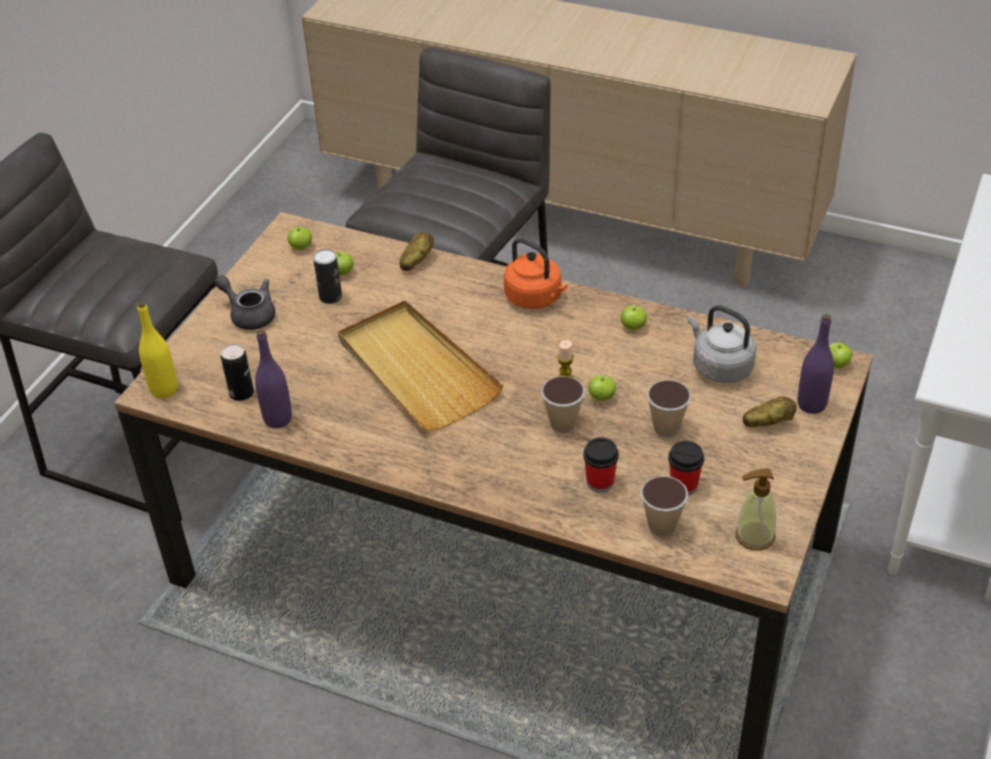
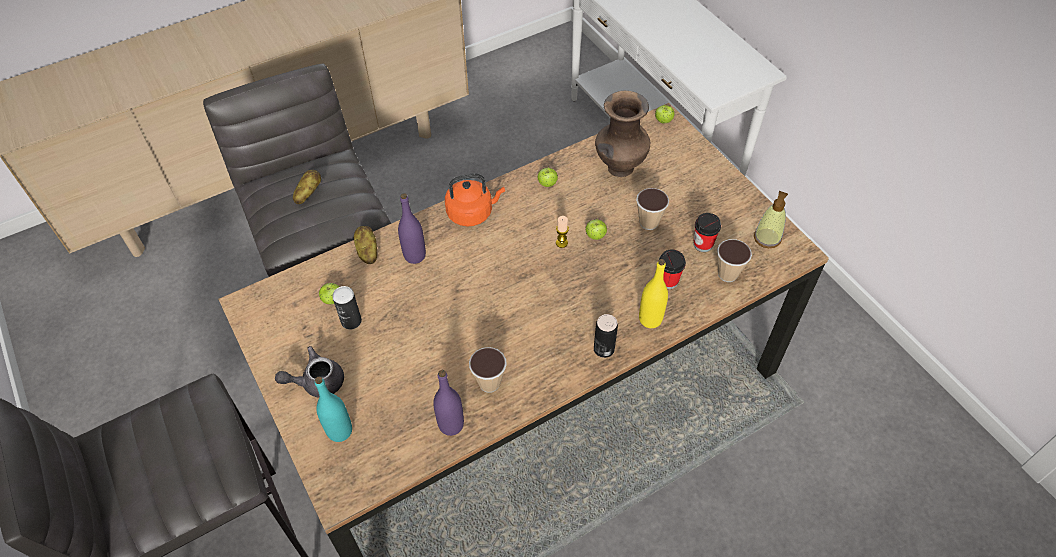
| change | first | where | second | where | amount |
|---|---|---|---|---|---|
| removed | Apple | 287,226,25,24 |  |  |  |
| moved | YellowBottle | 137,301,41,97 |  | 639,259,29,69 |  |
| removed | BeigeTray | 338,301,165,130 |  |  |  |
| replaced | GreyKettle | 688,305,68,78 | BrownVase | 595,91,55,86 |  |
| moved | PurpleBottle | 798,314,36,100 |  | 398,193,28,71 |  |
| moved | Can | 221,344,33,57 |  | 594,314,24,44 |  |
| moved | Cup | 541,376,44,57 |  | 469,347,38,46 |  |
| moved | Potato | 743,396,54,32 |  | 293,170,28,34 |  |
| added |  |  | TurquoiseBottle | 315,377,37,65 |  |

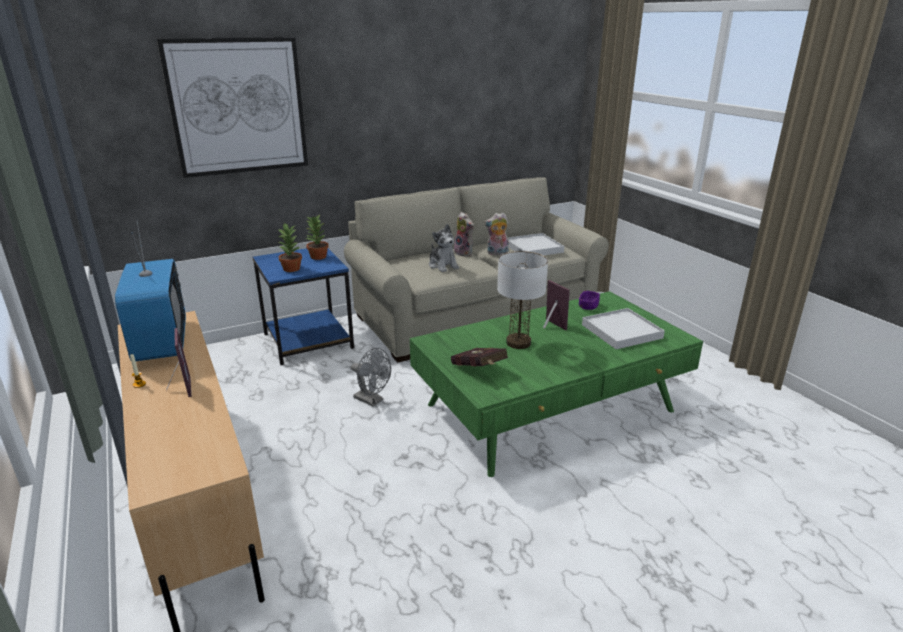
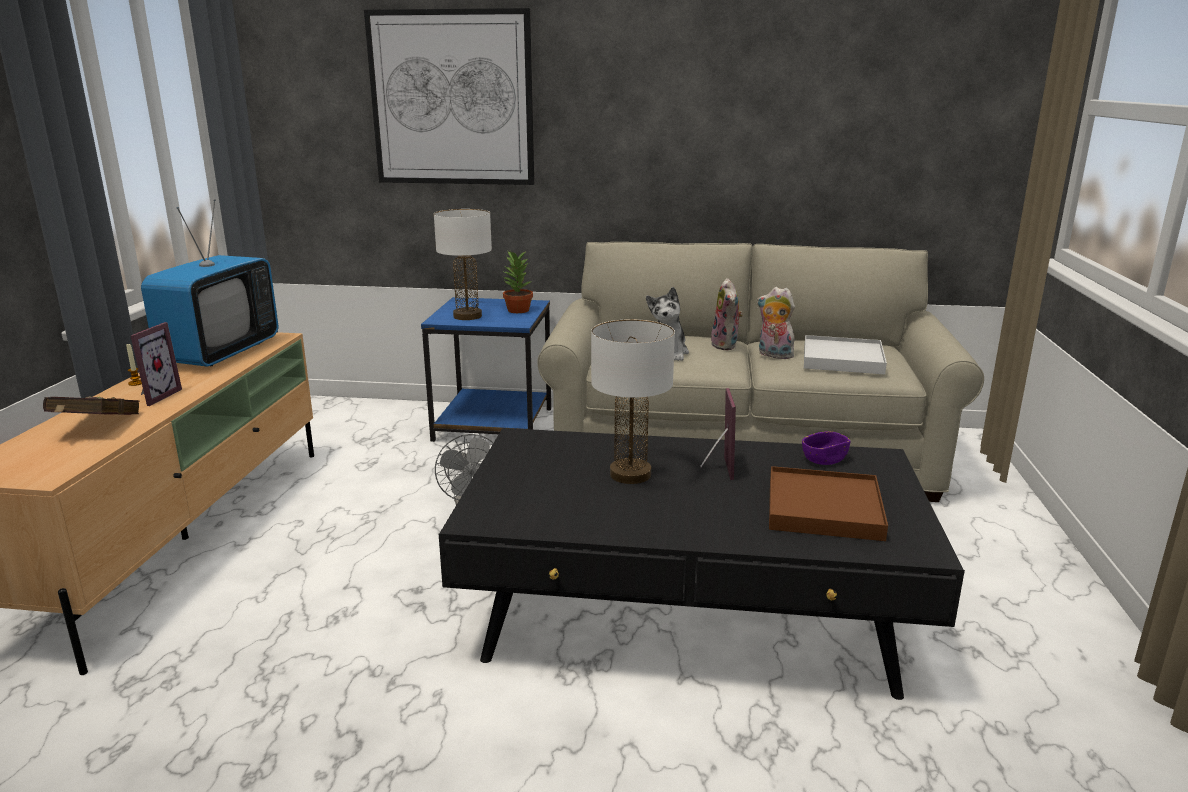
| change | first | where | second | where | amount |
|---|---|---|---|---|---|
| replaced | PottedPlant | 278,223,24,49 | TableLamp | 434,209,58,111 |  |
| recoloured | GreenCoffeeTable | 410,291,293,186 | BlackCoffeeTable | 439,428,526,272 |  |
| recoloured | WhiteTray | 582,308,83,41 | BrownTray | 769,466,119,75 |  |
| moved | RedBook | 451,348,57,18 |  | 43,396,96,19 |  |

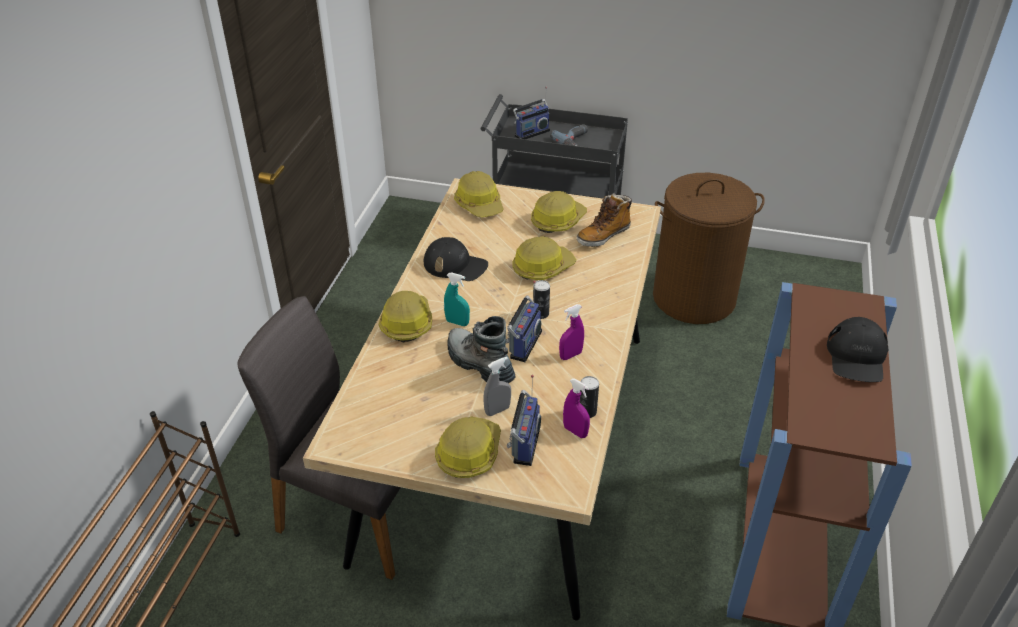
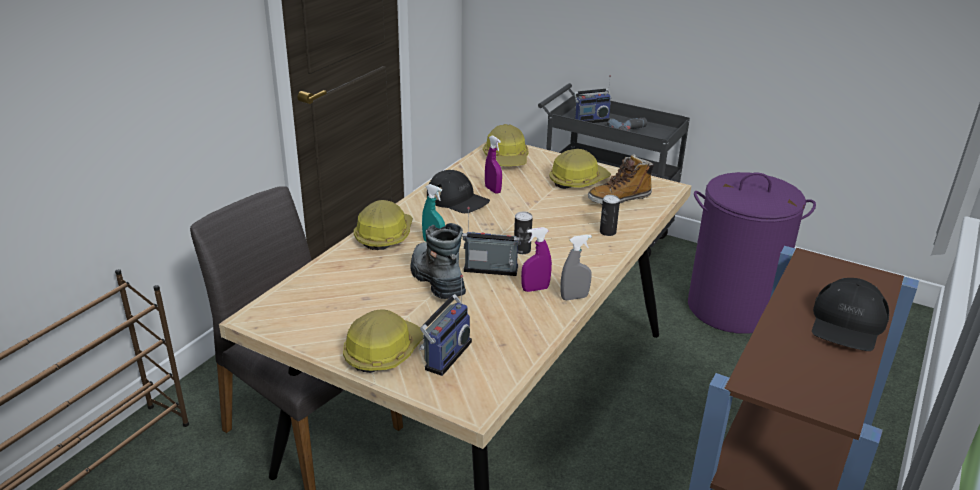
| change | first | where | second | where | amount |
|---|---|---|---|---|---|
| recoloured | BrownLaundryBasket | 653,173,112,151 | PurpleLaundryBasket | 688,172,128,162 |  |
| removed | HardHat | 512,236,65,44 |  |  |  |
| turned | Radio | 506,281,36,81 |  | 462,207,59,69 | 120 degrees counterclockwise |
| moved | GreySprayBottle | 483,357,28,59 |  | 560,235,32,65 |  |
| moved | Can | 580,376,19,42 |  | 600,195,20,41 |  |
| moved | PurpleSprayBottle | 563,379,27,59 |  | 485,135,17,59 |  |

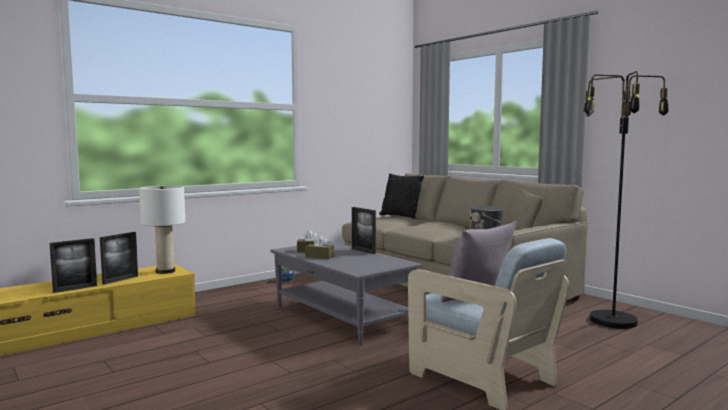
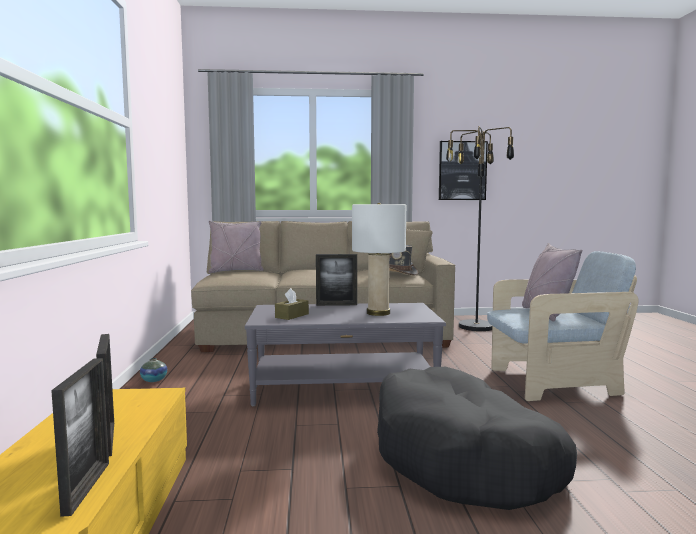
| change | first | where | second | where | amount |
|---|---|---|---|---|---|
| recoloured | BlackPillow | 379,173,45,46 | PurplePillow | 209,221,55,52 |  |
| moved | WhiteTableLamp | 139,186,46,88 |  | 352,203,54,113 |  |
| removed | BrownTissueBox | 305,235,29,24 |  |  |  |
| added |  |  | Picture | 439,141,49,59 |  |
| added |  |  | BlackDogBed | 377,367,200,143 |  |

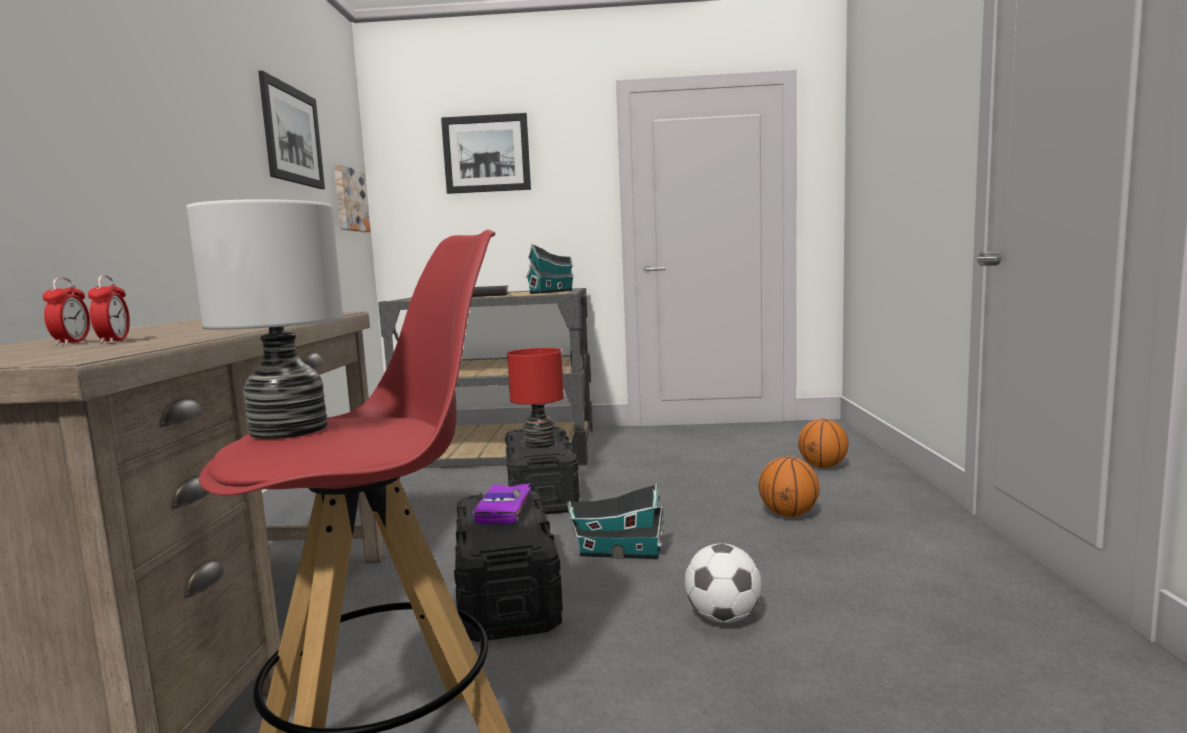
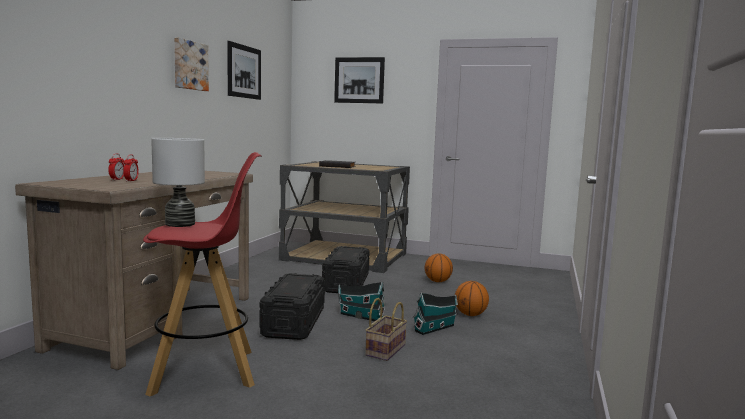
| change | first | where | second | where | amount |
|---|---|---|---|---|---|
| moved | Picture | 334,164,36,68 |  | 174,38,35,53 |  |
| moved | ToyHouse | 526,243,49,51 |  | 413,293,45,42 |  |
| removed | RedTableLamp | 507,348,57,100 |  |  |  |
| moved | Basketball | 798,419,51,49 |  | 425,254,28,28 |  |
| removed | PurpleToyCar | 473,484,58,40 |  |  |  |
| replaced | Football | 685,543,77,80 | Basket | 365,298,42,63 |  |

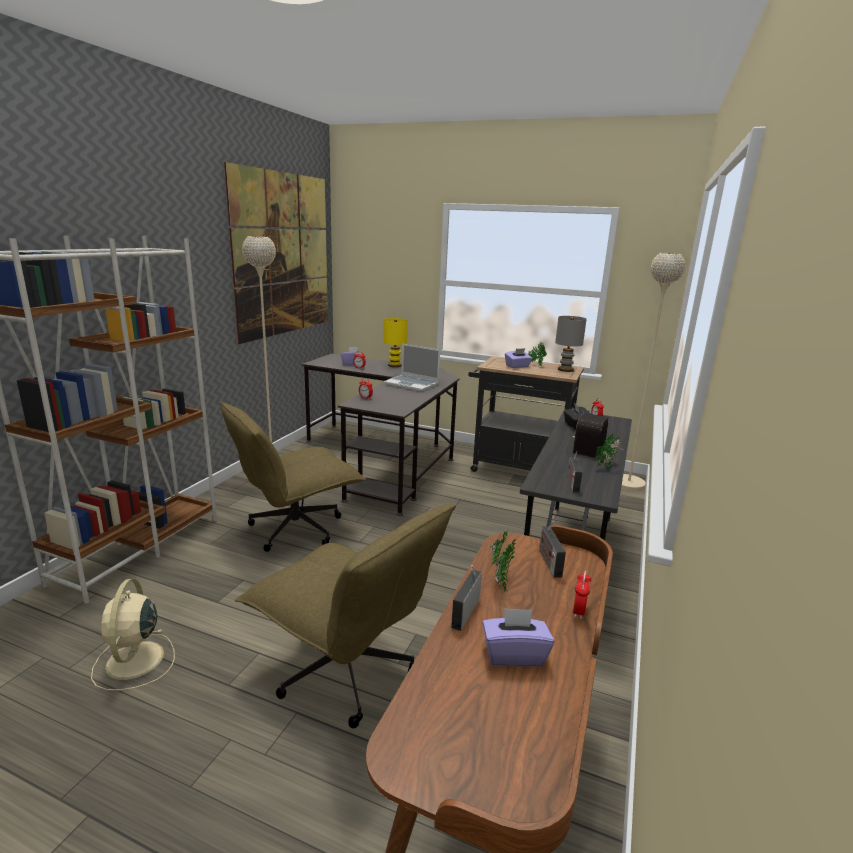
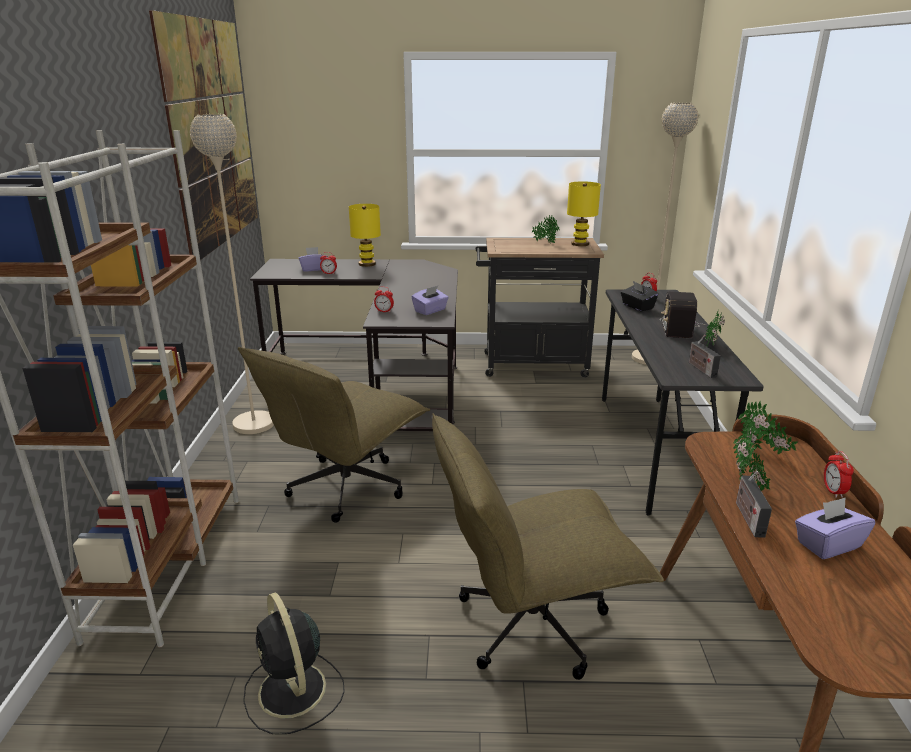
| change | first | where | second | where | amount |
|---|---|---|---|---|---|
| recoloured | GreyTableLamp | 555,316,32,56 | YellowTableLamp | 567,181,34,65 |  |
| removed | Laptop | 384,344,56,48 |  |  |  |
| moved | PurpleTissueBox | 505,348,27,20 |  | 412,286,37,29 |  |
| turned | BeigeOfficeChair | 235,504,221,224 |  | 432,413,232,267 | 150 degrees clockwise |
| replaced | Radio | 539,521,27,57 | PottedPlant | 738,401,60,54 |  |
| recoloured | BeigeFan | 91,579,84,112 | BlackFan | 243,593,102,142 |  |

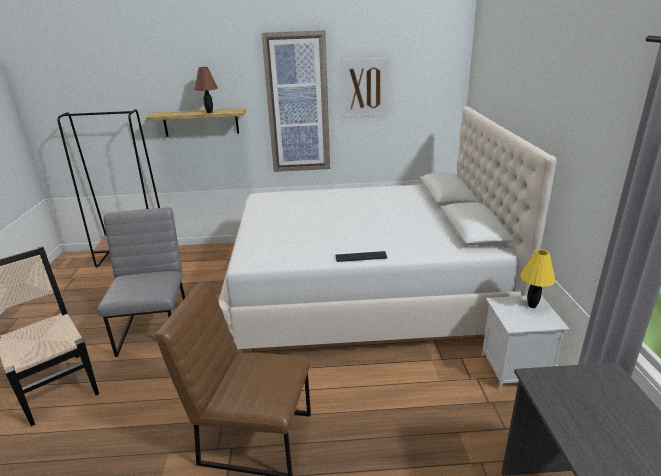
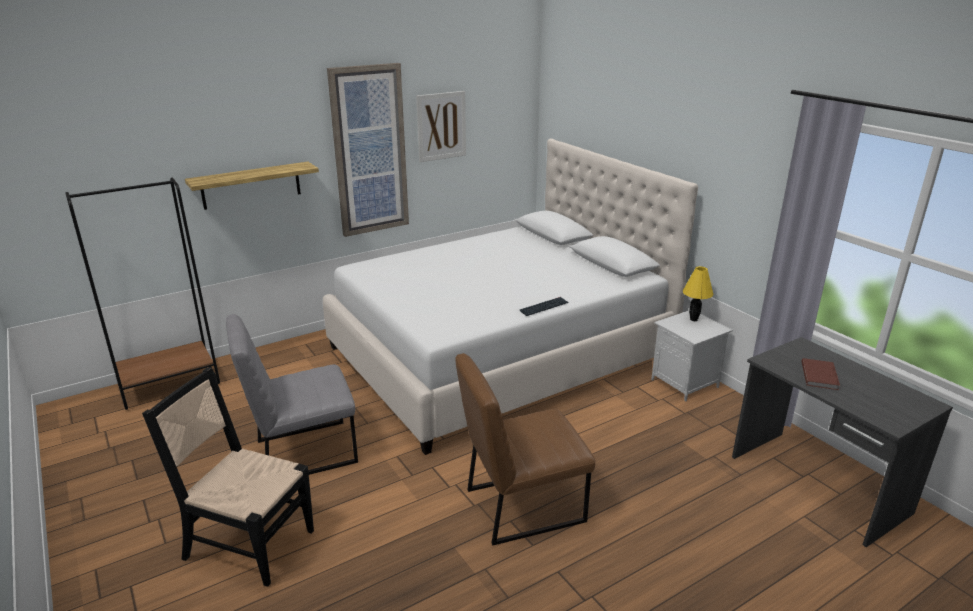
| change | first | where | second | where | amount |
|---|---|---|---|---|---|
| removed | BrownTableLamp | 195,67,23,46 |  |  |  |
| turned | GreyChair | 97,207,88,150 |  | 226,314,132,161 | 75 degrees counterclockwise |
| added |  |  | BrownBook | 801,358,39,32 |  |

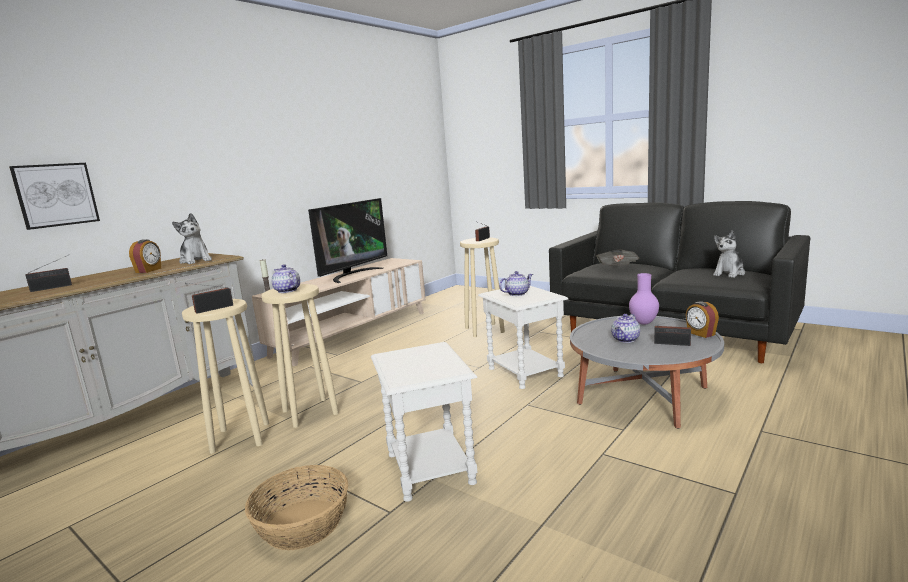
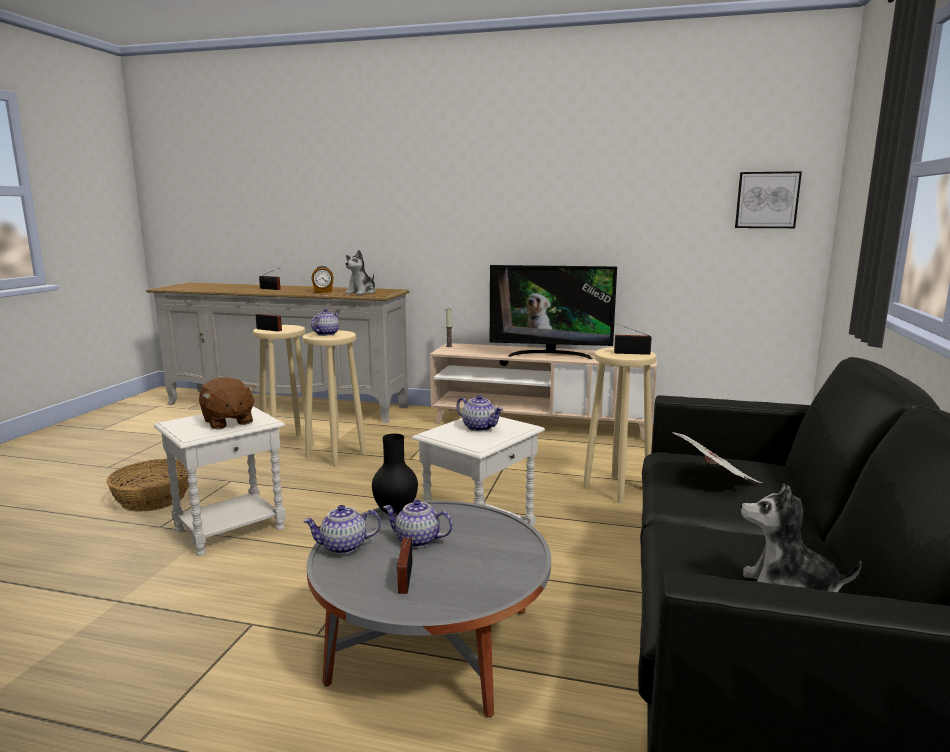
| change | first | where | second | where | amount |
|---|---|---|---|---|---|
| moved | Picture | 9,163,91,67 |  | 735,171,67,57 |  |
| removed | PurpleVase | 629,273,30,52 |  |  |  |
| removed | AlarmClock | 686,301,33,37 |  |  |  |
| added |  |  | BrownPlushToy | 199,377,57,52 |  |
| added |  |  | BlackVase | 372,434,46,81 |  |
| added |  |  | Teapot | 303,505,78,49 |  |

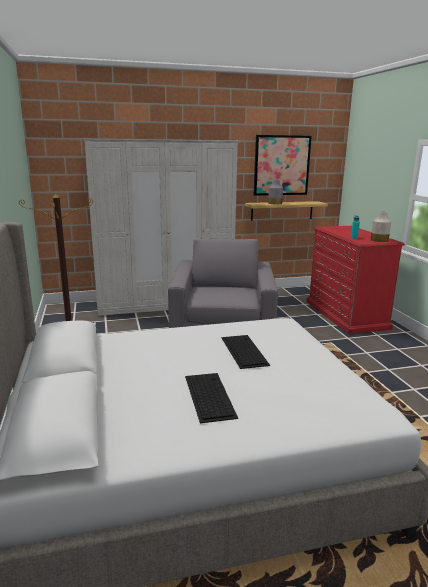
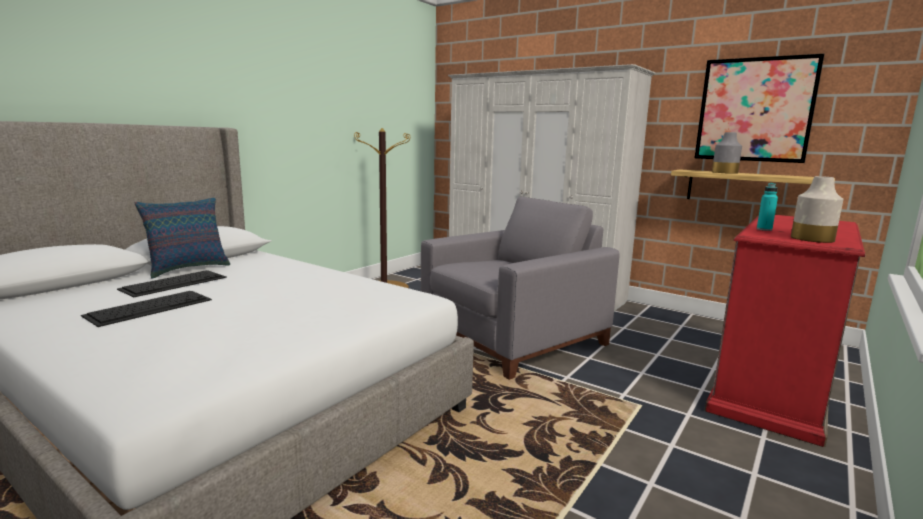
| change | first | where | second | where | amount |
|---|---|---|---|---|---|
| moved | Keyboard | 221,335,49,34 |  | 117,270,110,27 |  |
| added |  |  | BluePillow | 135,198,95,80 |  |

